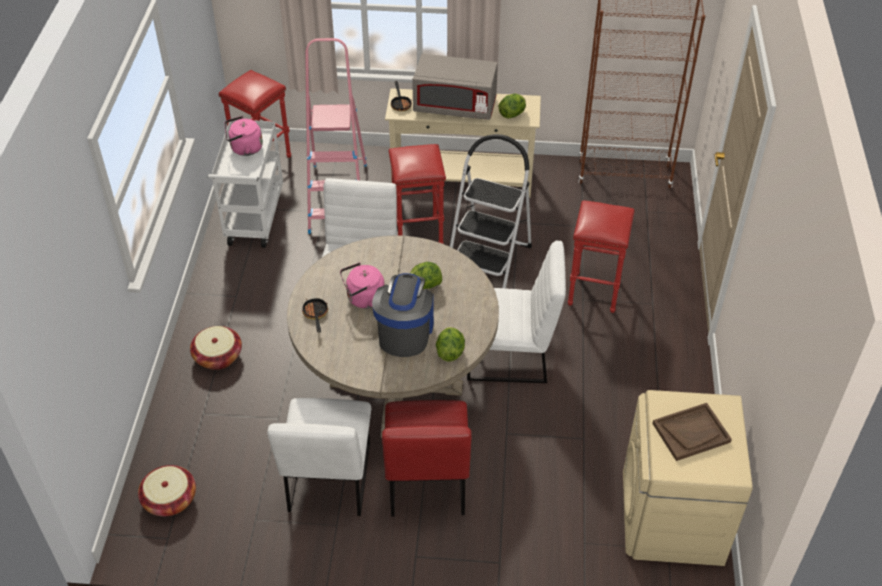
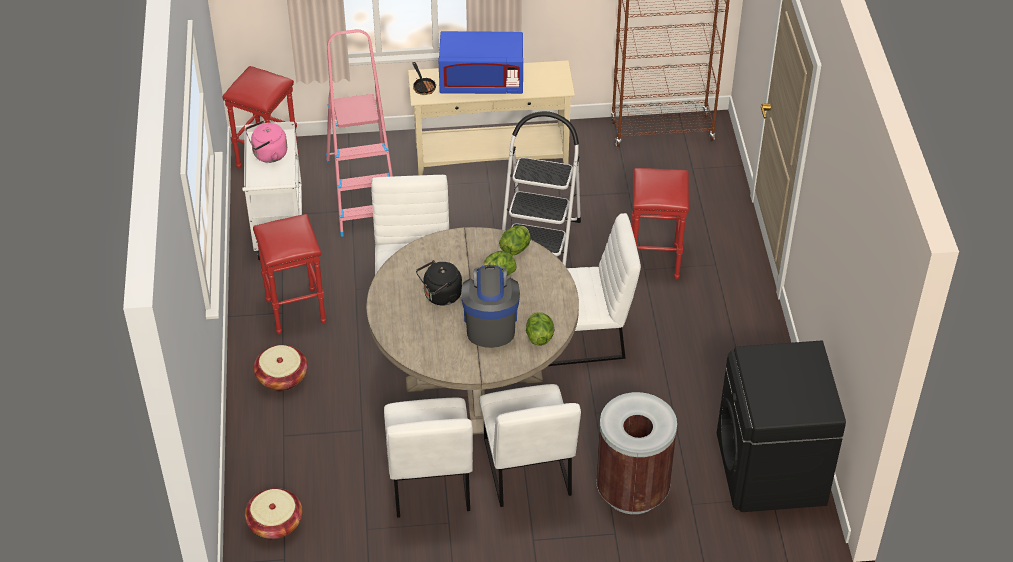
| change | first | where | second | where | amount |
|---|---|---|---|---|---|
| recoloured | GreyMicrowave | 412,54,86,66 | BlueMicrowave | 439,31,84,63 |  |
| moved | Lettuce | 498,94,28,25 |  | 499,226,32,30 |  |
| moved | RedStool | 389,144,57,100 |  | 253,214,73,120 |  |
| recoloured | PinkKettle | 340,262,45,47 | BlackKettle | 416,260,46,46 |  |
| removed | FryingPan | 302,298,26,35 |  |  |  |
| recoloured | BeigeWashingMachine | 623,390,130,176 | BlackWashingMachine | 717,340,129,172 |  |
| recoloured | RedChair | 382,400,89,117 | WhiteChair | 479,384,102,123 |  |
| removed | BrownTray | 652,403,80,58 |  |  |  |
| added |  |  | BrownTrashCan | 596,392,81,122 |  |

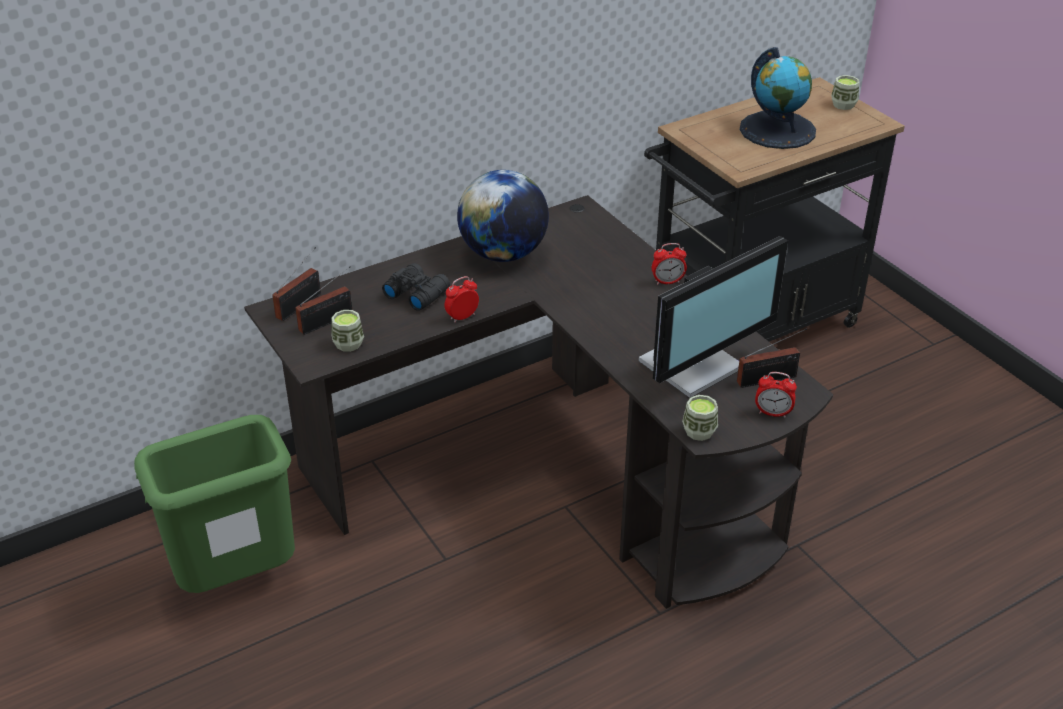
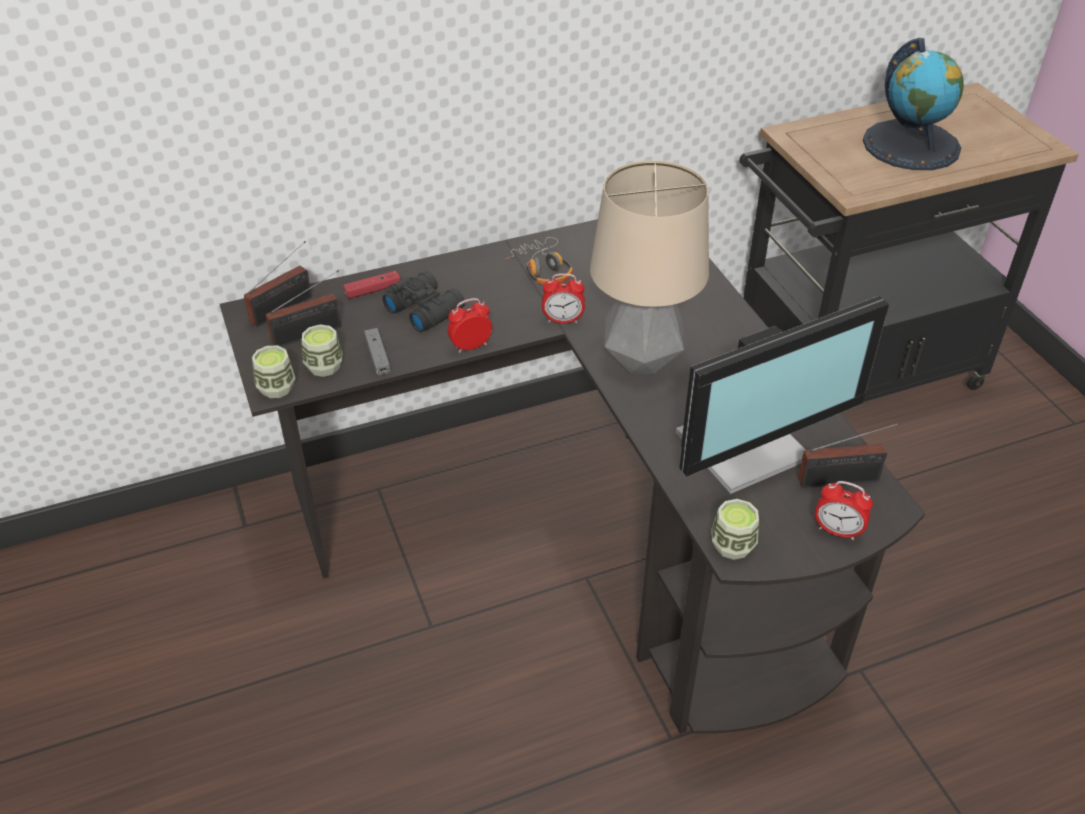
| change | first | where | second | where | amount |
|---|---|---|---|---|---|
| moved | Cup | 831,75,28,35 |  | 252,346,44,52 |  |
| replaced | Globe | 457,170,92,92 | Headphones | 506,237,67,48 |  |
| moved | AlarmClock | 652,243,35,42 |  | 542,273,43,51 |  |
| removed | GreenTrashCan | 134,415,161,178 |  |  |  |
| added |  |  | TableLamp | 590,160,119,214 |  |
| added |  |  | RedGameController | 343,271,58,28 |  |
| added |  |  | GreyGameController | 364,328,26,47 |  |

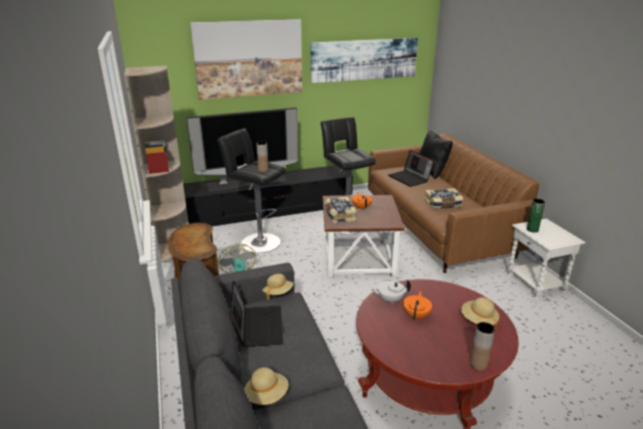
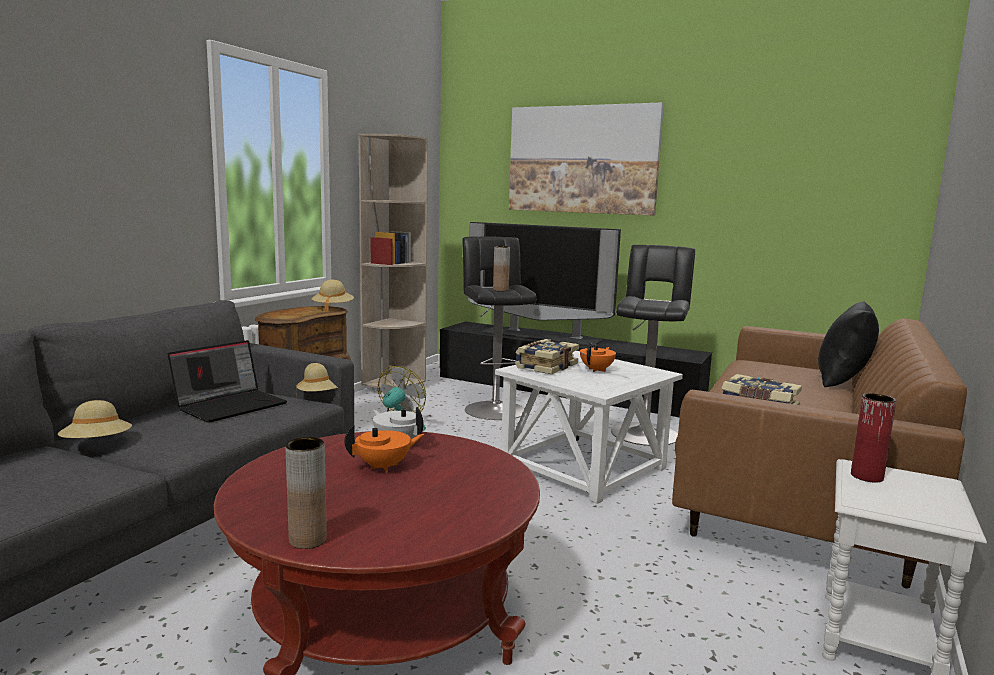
| change | first | where | second | where | amount |
|---|---|---|---|---|---|
| removed | Picture | 311,38,107,45 |  |  |  |
| removed | Laptop | 388,150,46,37 |  |  |  |
| recoloured | BrownSideTable | 323,195,82,83 | WhiteSideTable | 495,351,188,153 |  |
| recoloured | GreenVase | 527,199,18,34 | RedVase | 851,393,45,90 |  |
| moved | BeigeHat | 461,297,38,32 |  | 312,280,42,32 |  |

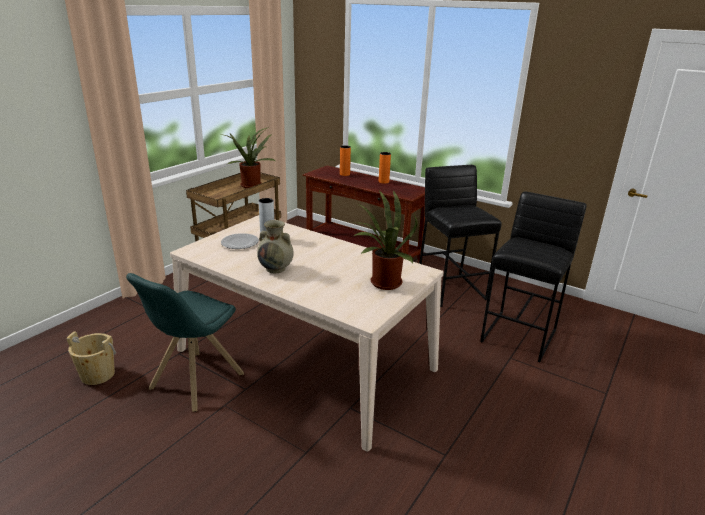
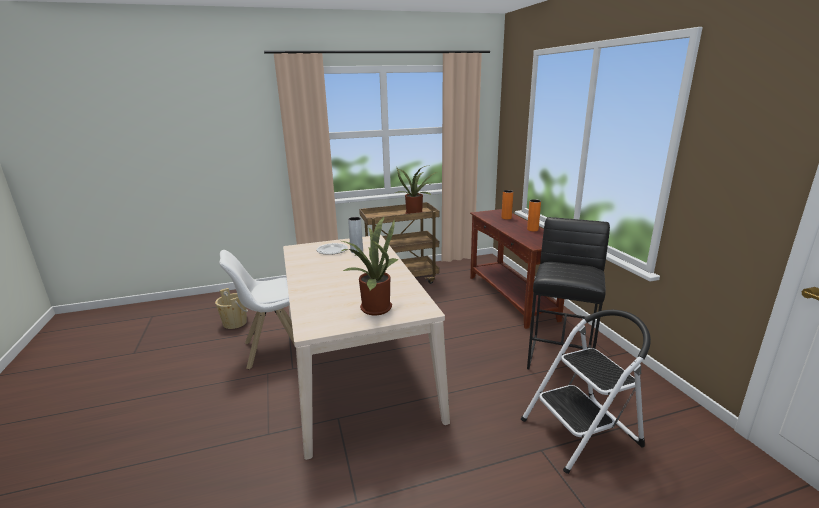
| change | first | where | second | where | amount |
|---|---|---|---|---|---|
| replaced | BlackStool | 480,192,107,170 | StepLadder | 521,310,130,164 |  |
| removed | BeigeVase | 257,220,36,53 |  |  |  |
| recoloured | TurquoiseChair | 126,273,118,139 | WhiteChair | 219,250,76,119 |  |

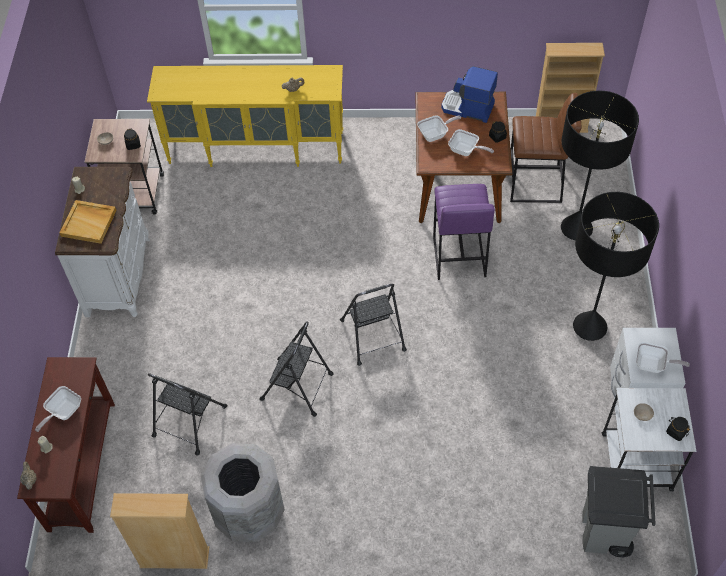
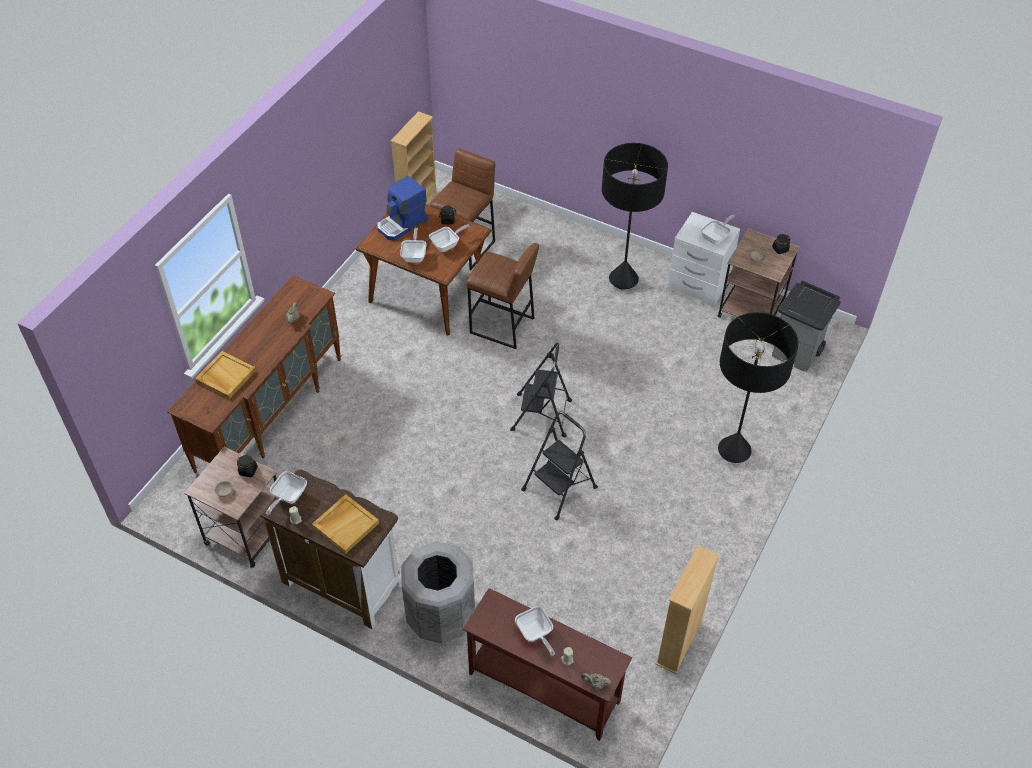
| change | first | where | second | where | amount |
|---|---|---|---|---|---|
| recoloured | YellowCabinet | 147,65,196,102 | BrownCabinet | 167,275,174,198 |  |
| moved | BlackFloorLamp | 561,91,78,149 |  | 718,312,81,151 |  |
| recoloured | PurpleStool | 433,184,62,96 | BrownStool | 466,243,73,106 |  |
| removed | BlackStepLadder | 148,373,79,83 |  |  |  |
| recoloured | WhiteCart | 602,388,94,103 | BrownCart | 717,229,83,88 |  |
| moved | GreyTrashCan | 201,443,84,99 |  | 401,541,74,102 |  |
| added |  |  | BeigeTray | 195,351,61,48 |  |
| added |  |  | FryingPan | 266,471,41,44 |  |

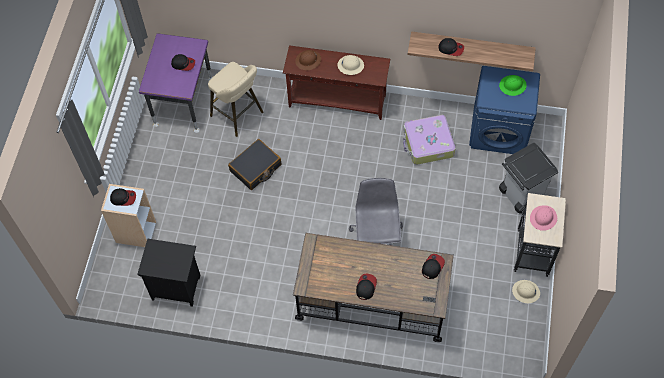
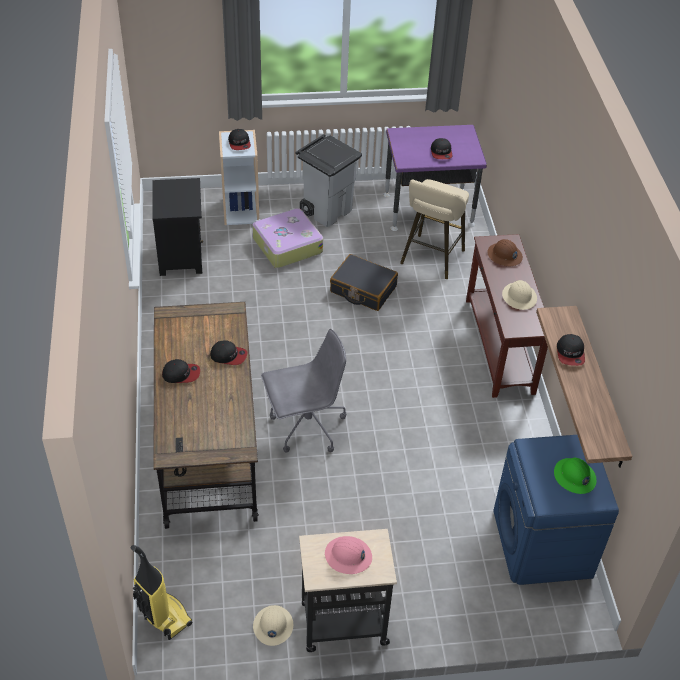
| change | first | where | second | where | amount |
|---|---|---|---|---|---|
| moved | Suitcase | 403,115,53,50 |  | 252,208,71,60 |  |
| moved | GreyTrashCan | 499,143,59,70 |  | 295,134,67,93 |  |
| moved | Cap | 422,254,23,25 |  | 210,340,37,25 |  |
| added |  |  | VacuumCleaner | 131,545,61,95 |  |

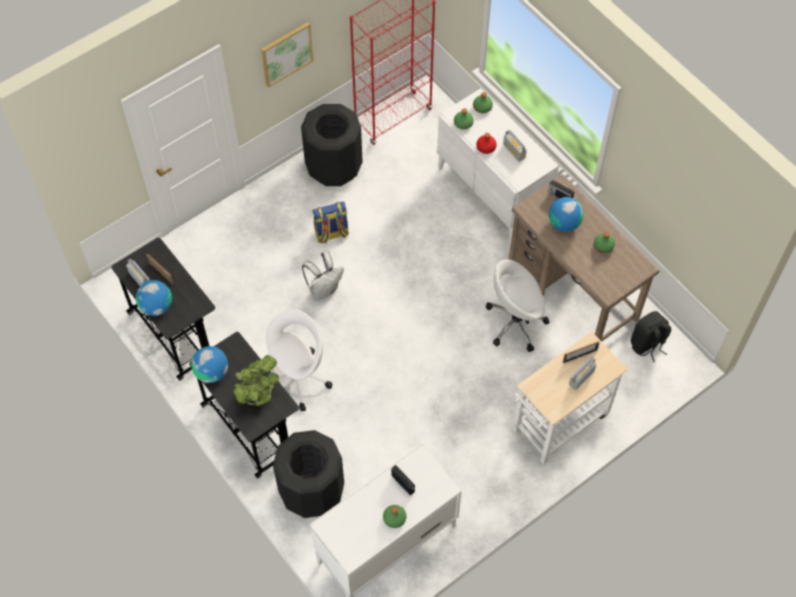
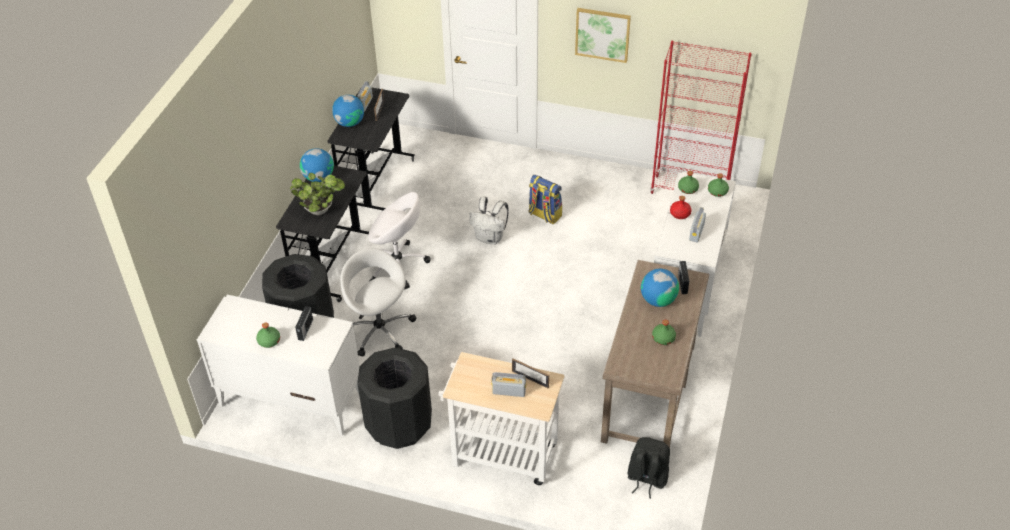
| change | first | where | second | where | amount |
|---|---|---|---|---|---|
| moved | BlackTrashCan | 301,104,62,82 |  | 357,347,75,102 |  |
| moved | WhiteOfficeChair | 486,259,63,93 |  | 340,248,76,108 |  |

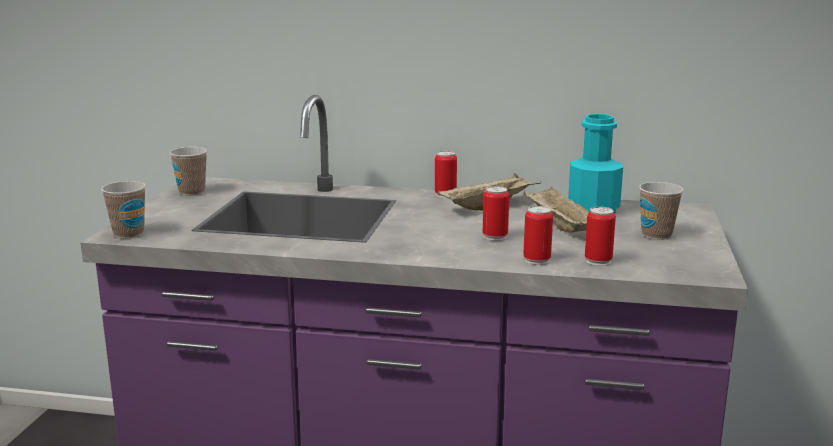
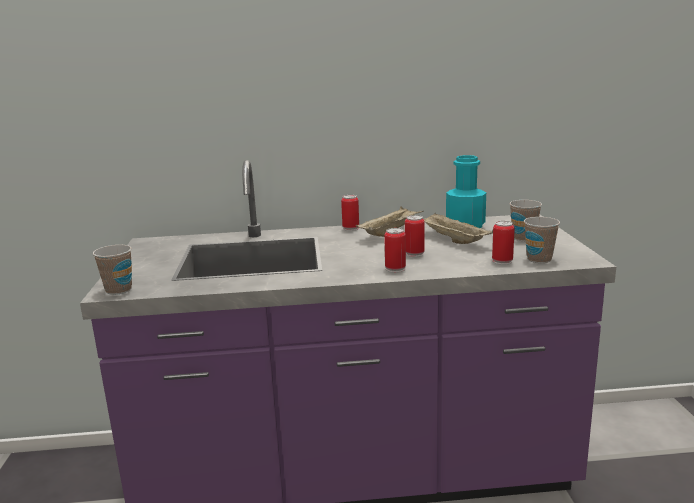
| change | first | where | second | where | amount |
|---|---|---|---|---|---|
| moved | Cup | 169,147,39,49 |  | 524,217,36,46 |  |
| moved | Can | 523,206,30,59 |  | 384,228,22,45 |  |

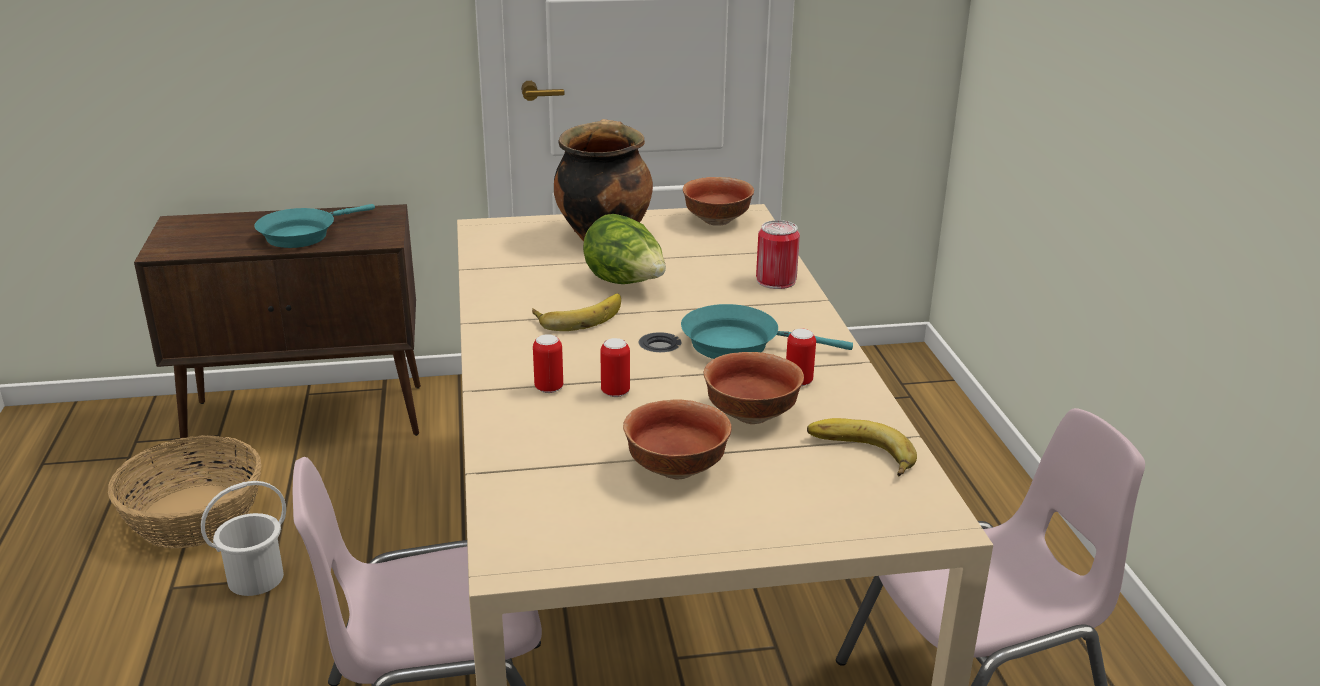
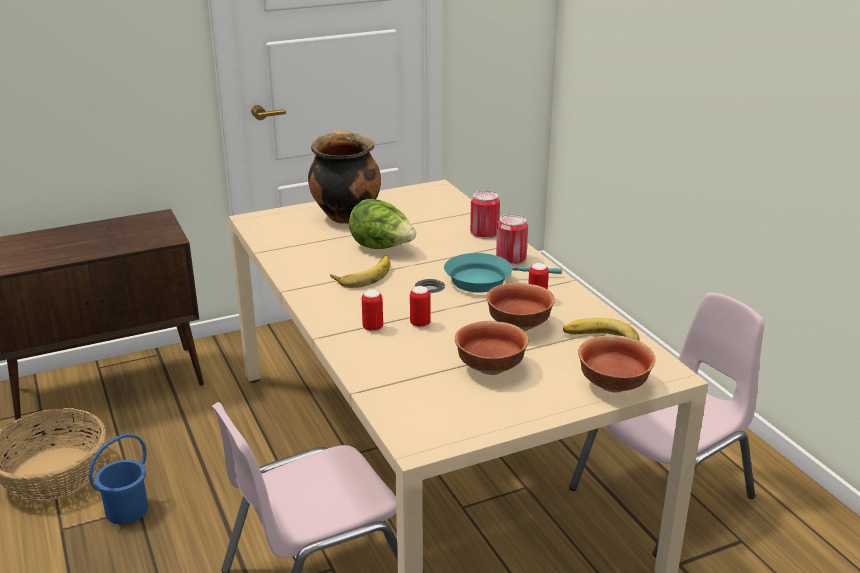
| change | first | where | second | where | amount |
|---|---|---|---|---|---|
| moved | Bowl | 683,177,71,49 |  | 578,335,77,58 |  |
| removed | TurquoiseFryingPan | 254,204,121,44 |  |  |  |
| recoloured | WhiteBucket | 201,481,85,115 | BlueBucket | 89,434,59,90 |  |
| added |  |  | Can | 496,214,32,52 |  |

